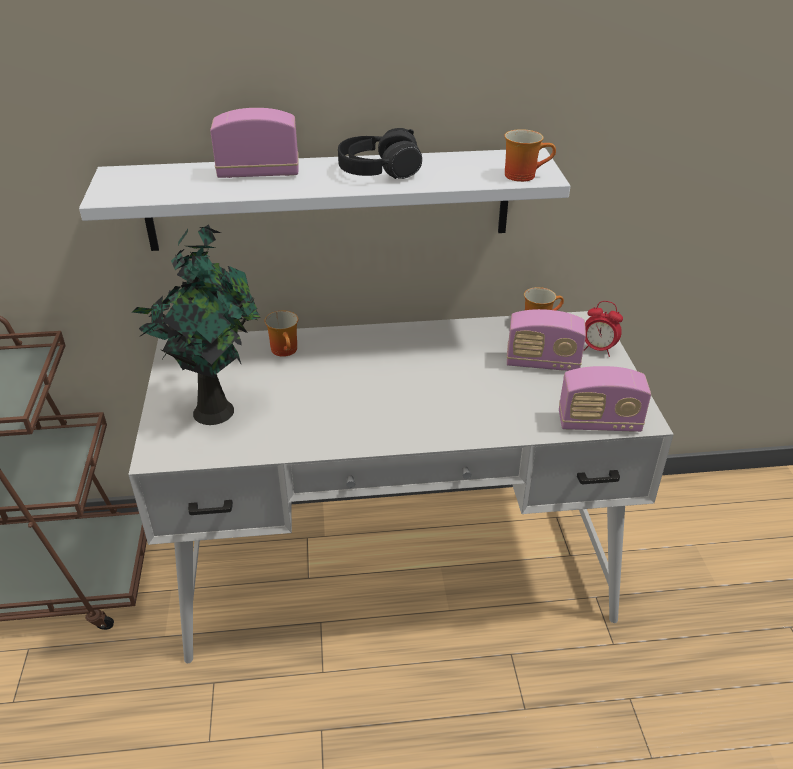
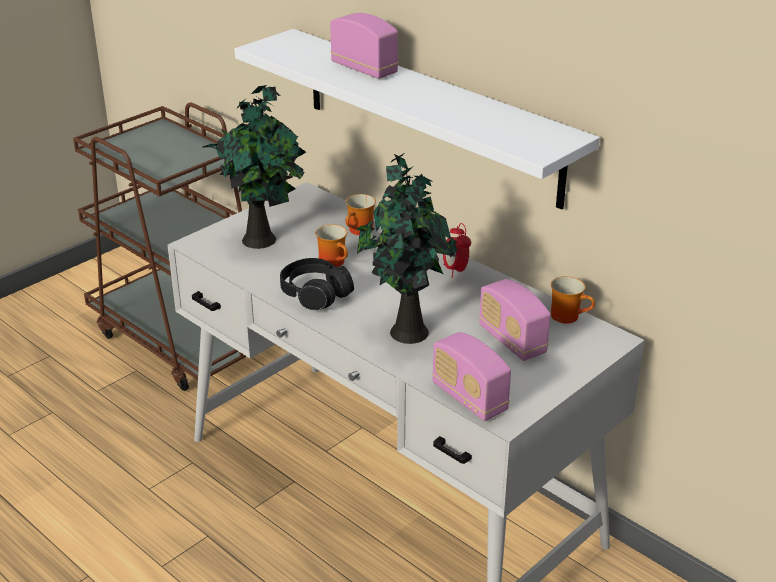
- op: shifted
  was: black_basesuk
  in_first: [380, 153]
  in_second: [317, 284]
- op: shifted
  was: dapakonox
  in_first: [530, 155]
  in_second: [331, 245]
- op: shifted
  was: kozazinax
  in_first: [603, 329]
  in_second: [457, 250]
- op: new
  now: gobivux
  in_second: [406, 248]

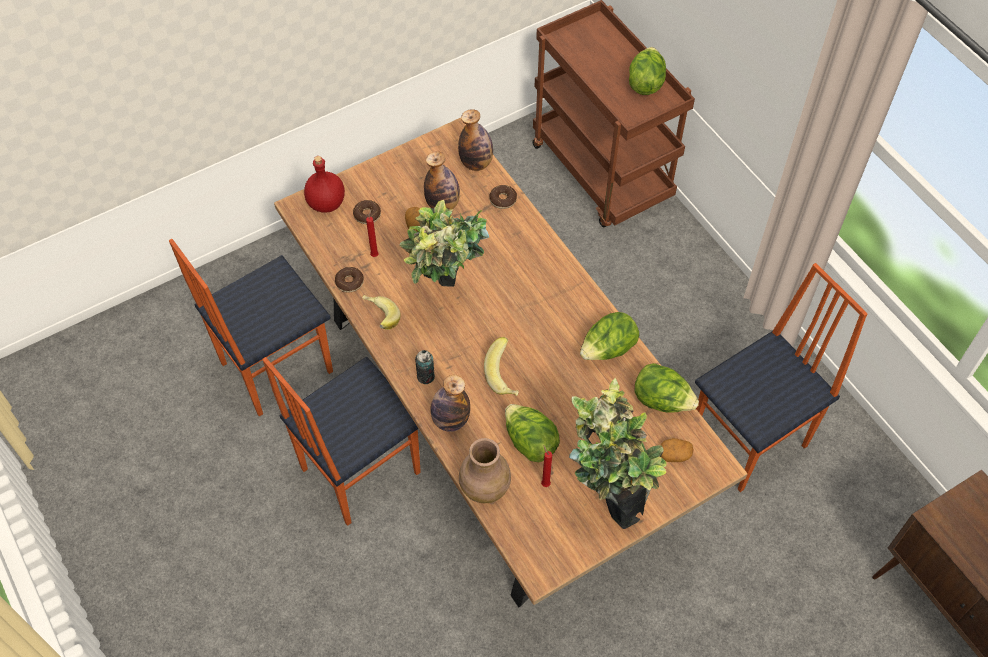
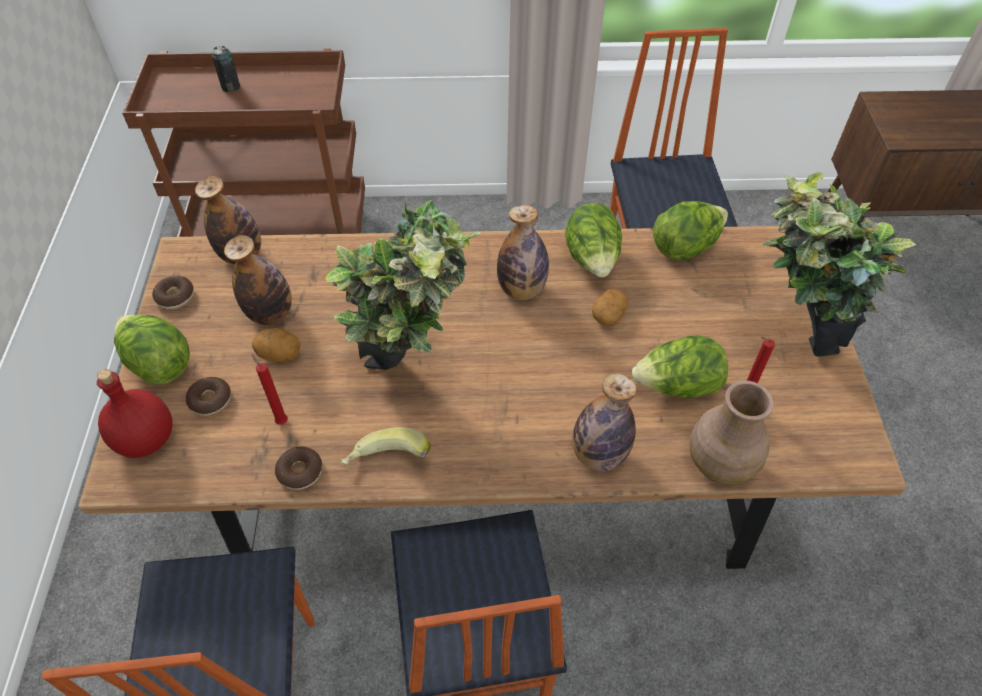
- op: shifted
  was: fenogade
  in_first: [647, 71]
  in_second: [152, 349]
- op: shifted
  was: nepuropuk
  in_first: [503, 197]
  in_second: [173, 293]
- op: gone
  was: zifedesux
  in_first: [501, 366]
- op: shifted
  was: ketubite
  in_first: [425, 367]
  in_second: [226, 69]
- op: shifted
  was: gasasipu
  in_first: [677, 450]
  in_second: [610, 307]
- op: new
  now: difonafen
  in_second: [523, 252]

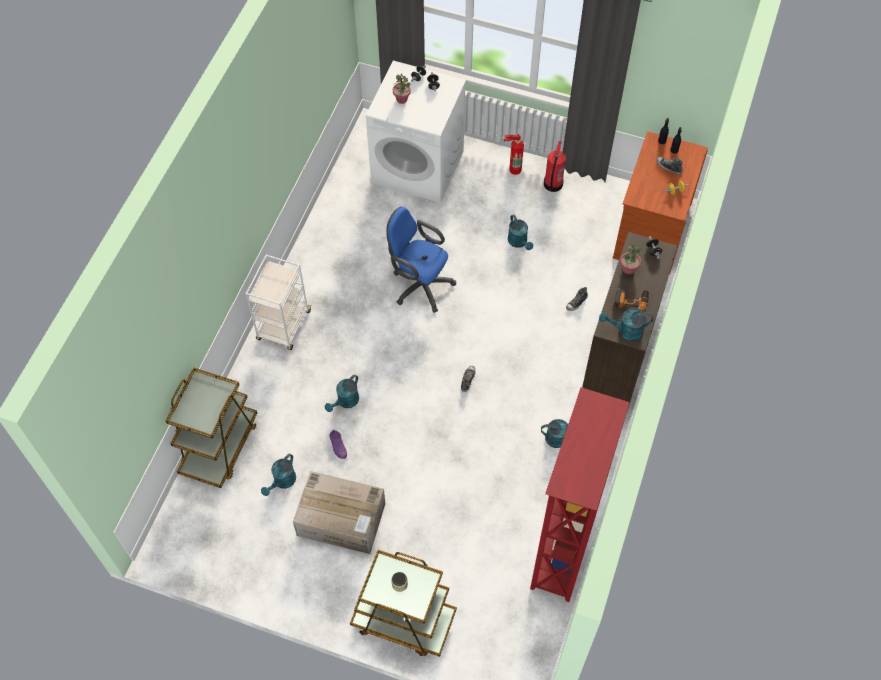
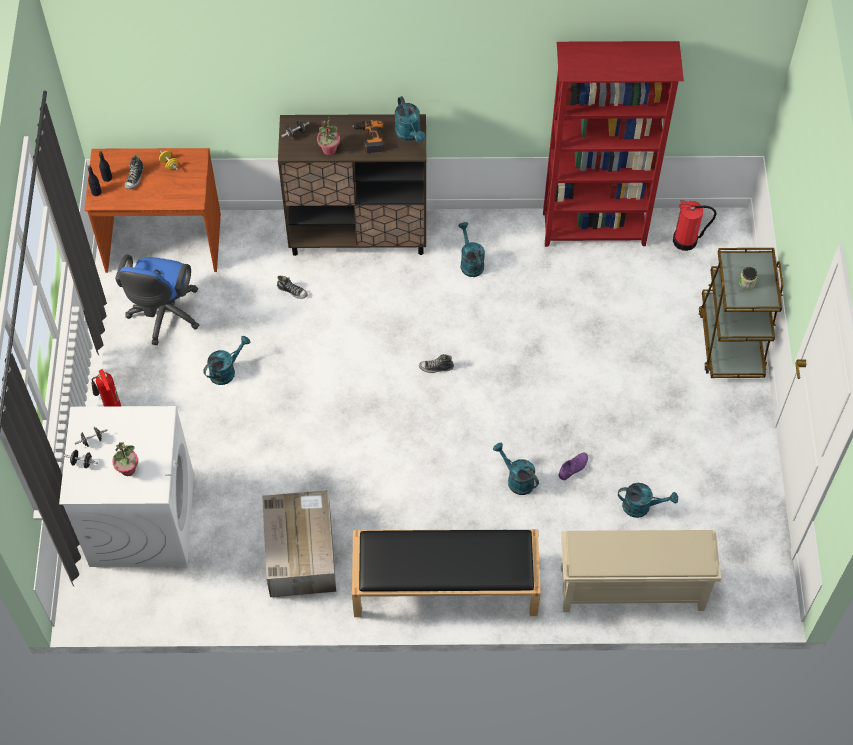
- op: shifted
  was: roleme
  in_first: [555, 166]
  in_second: [694, 225]
- op: shifted
  was: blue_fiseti
  in_first: [421, 260]
  in_second: [157, 300]
- op: swapped
  was: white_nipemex
  now: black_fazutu
  in_first: [278, 302]
  in_second: [446, 573]
- op: swapped
  was: brown_nipemex
  now: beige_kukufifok
  in_first: [211, 427]
  in_second: [641, 571]
- op: rotated
  was: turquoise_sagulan
  in_first: [342, 393]
  in_second: [516, 469]
  clockwise: -150
- op: shifted
  was: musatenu
  in_first: [339, 512]
  in_second: [299, 543]

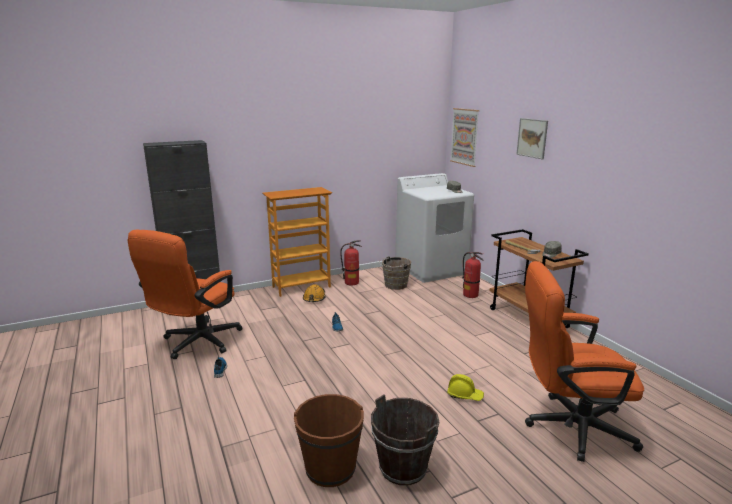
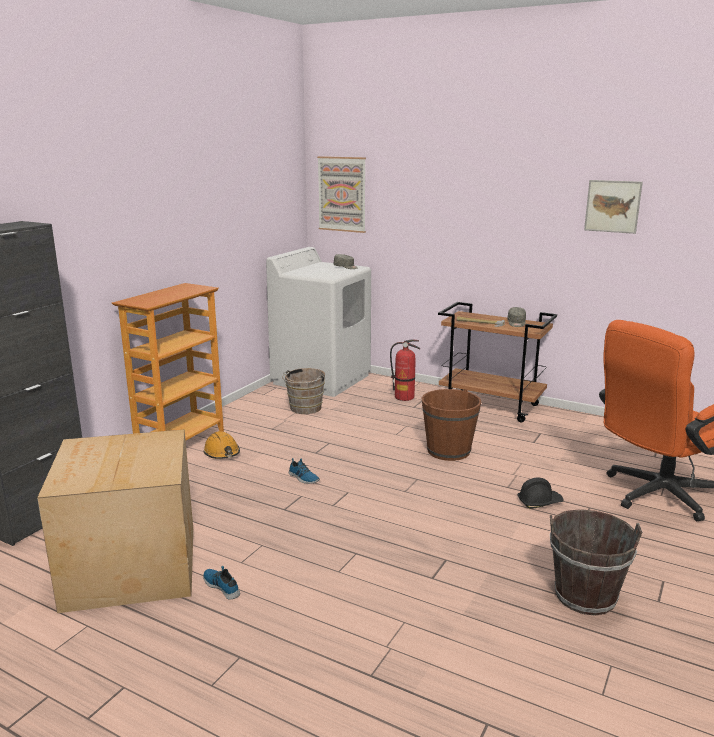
- op: shifted
  was: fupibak
  in_first: [532, 138]
  in_second: [613, 207]
- op: swapped
  was: orange_fiseti
  now: musatenu
  in_first: [185, 294]
  in_second: [115, 521]
- op: gone
  was: roleme
  in_first: [351, 263]
- op: repainted
  was: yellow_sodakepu
  now: black_sodakepu
  in_first: [465, 387]
  in_second: [541, 493]
- op: shifted
  was: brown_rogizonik
  in_first: [329, 440]
  in_second: [451, 425]

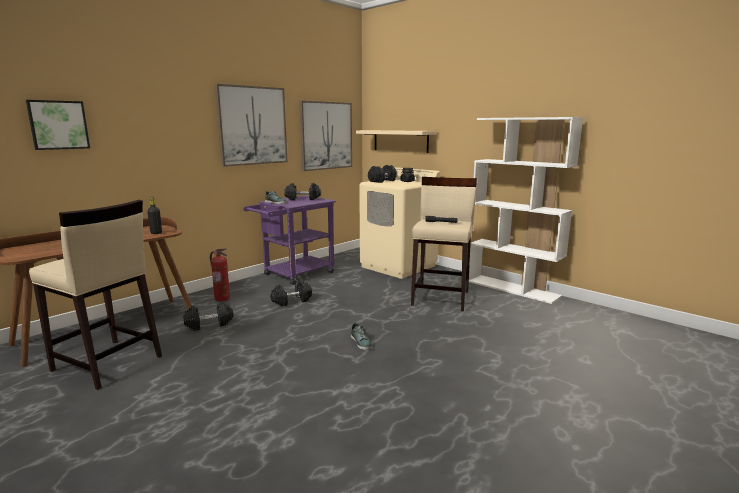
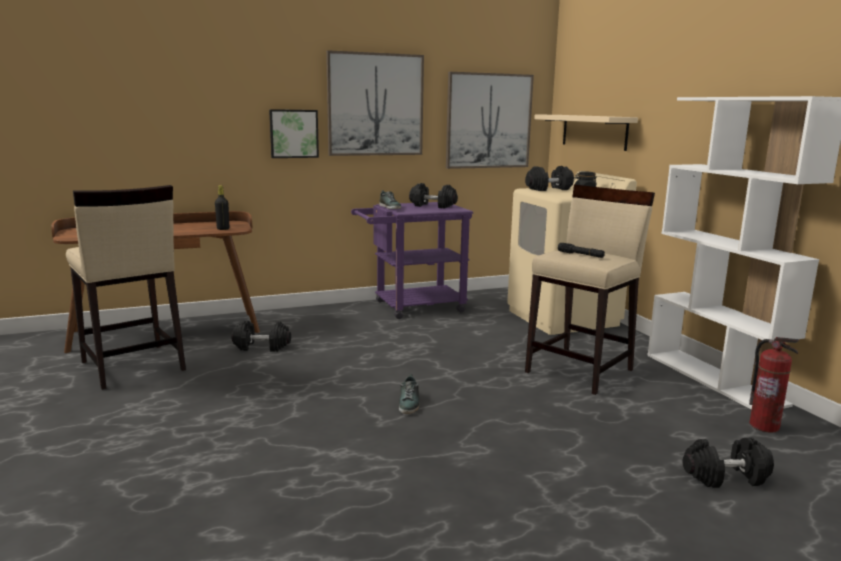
- op: shifted
  was: fupibak
  in_first: [58, 125]
  in_second: [294, 133]
- op: shifted
  was: roleme
  in_first: [220, 275]
  in_second: [774, 385]
- op: shifted
  was: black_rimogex
  in_first: [291, 293]
  in_second: [728, 462]

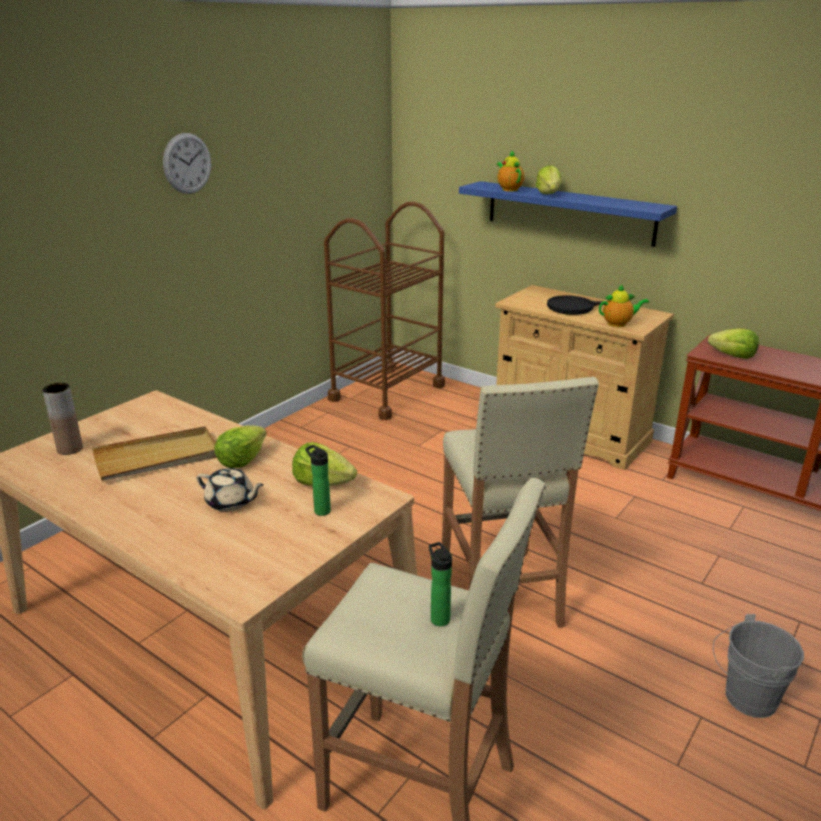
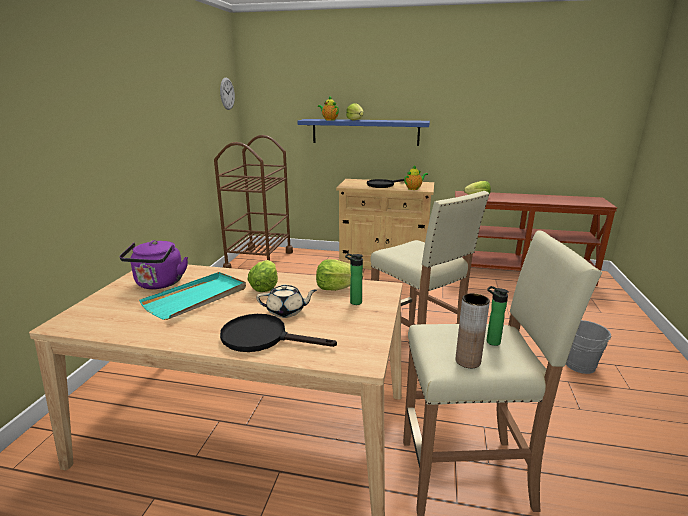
- op: shifted
  was: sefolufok
  in_first: [187, 163]
  in_second: [227, 94]
- op: shifted
  was: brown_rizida
  in_first: [62, 419]
  in_second: [473, 330]
- op: repainted
  was: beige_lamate
  now: turquoise_lamate
  in_first: [154, 453]
  in_second: [192, 296]
- op: new
  now: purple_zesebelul
  in_second: [153, 264]
- op: new
  now: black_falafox
  in_second: [278, 333]

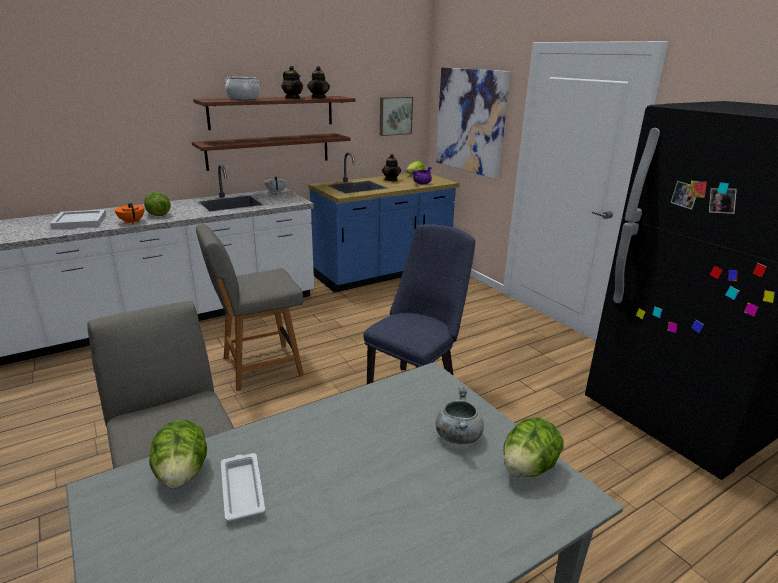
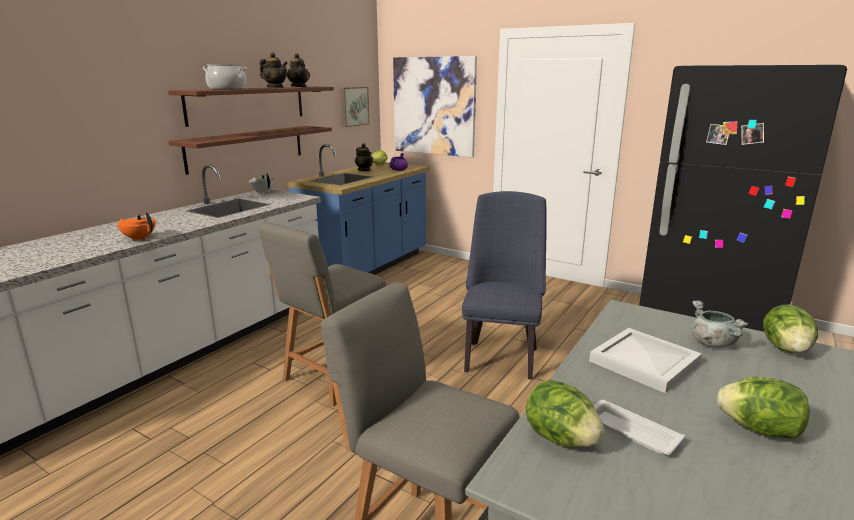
- op: shifted
  was: fenogade
  in_first: [157, 204]
  in_second: [763, 408]
- op: shifted
  was: white_lamate
  in_first: [78, 219]
  in_second: [645, 360]

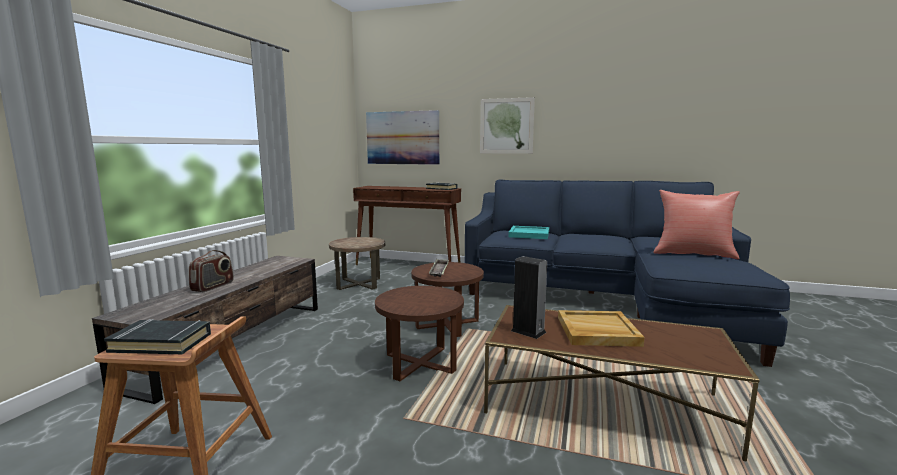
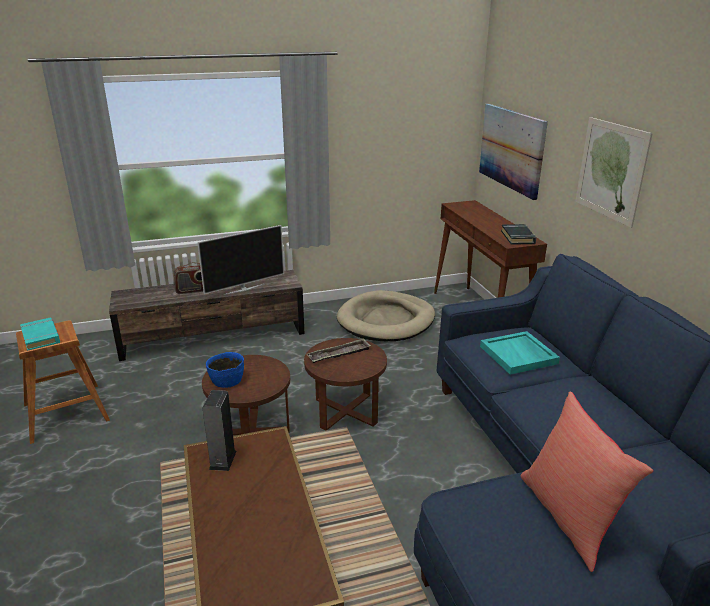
- op: swapped
  was: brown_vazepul
  now: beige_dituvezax
  in_first: [357, 263]
  in_second: [386, 315]
- op: gone
  was: beige_lamate
  in_first: [601, 328]
- op: repainted
  was: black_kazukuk
  now: turquoise_kazukuk
  in_first: [157, 336]
  in_second: [40, 334]
- op: new
  now: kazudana
  in_second: [240, 260]
- op: new
  now: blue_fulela
  in_second: [225, 370]

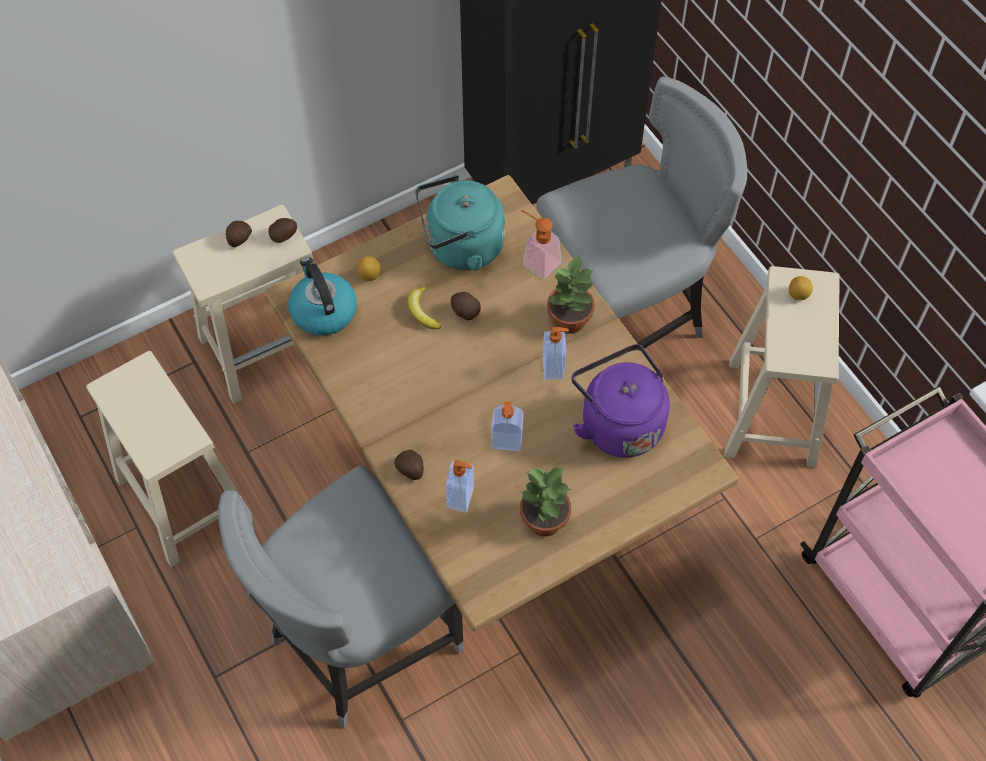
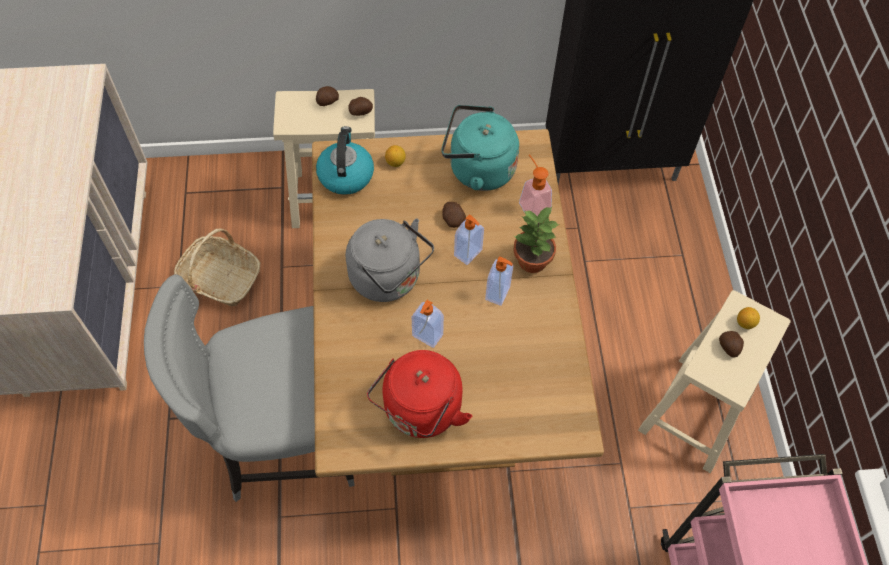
- op: gone
  was: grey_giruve
  in_first: [642, 213]
- op: gone
  was: zifedesux
  in_first: [424, 307]
- op: gone
  was: purple_zesebelul
  in_first: [621, 400]
- op: swapped
  was: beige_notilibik
  now: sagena
  in_first: [170, 459]
  in_second: [217, 267]
- op: shifted
  was: gasasipu
  in_first: [409, 465]
  in_second: [731, 344]
- op: shifted
  was: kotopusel
  in_first: [460, 486]
  in_second: [469, 240]
- op: swapped
  was: gobivux
  now: red_zesebelul
  in_first: [545, 501]
  in_second: [419, 394]
- op: new
  now: grey_zesebelul
  in_second: [390, 260]

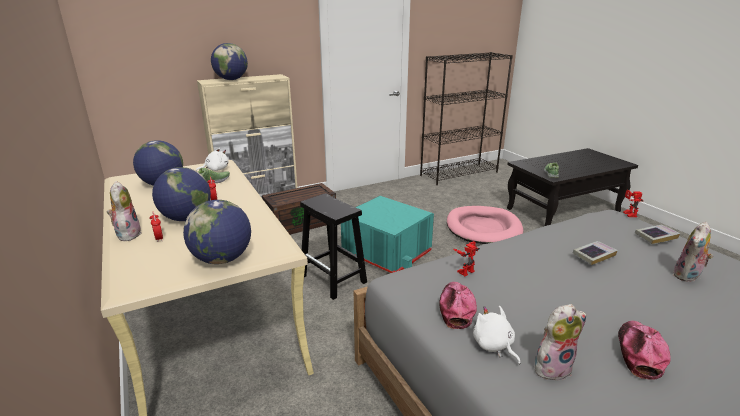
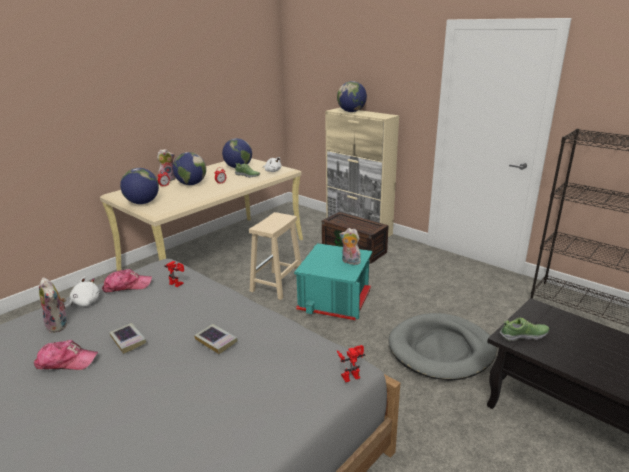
- op: repainted
  was: black_notilibik
  now: beige_notilibik
  in_first: [333, 246]
  in_second: [275, 256]
- op: repainted
  was: pink_dituvezax
  now: grey_dituvezax
  in_first: [485, 225]
  in_second: [443, 347]
- op: shifted
  was: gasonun
  in_first: [693, 252]
  in_second: [350, 246]
- op: shifted
  was: kazukuk
  in_first: [657, 234]
  in_second: [128, 338]

